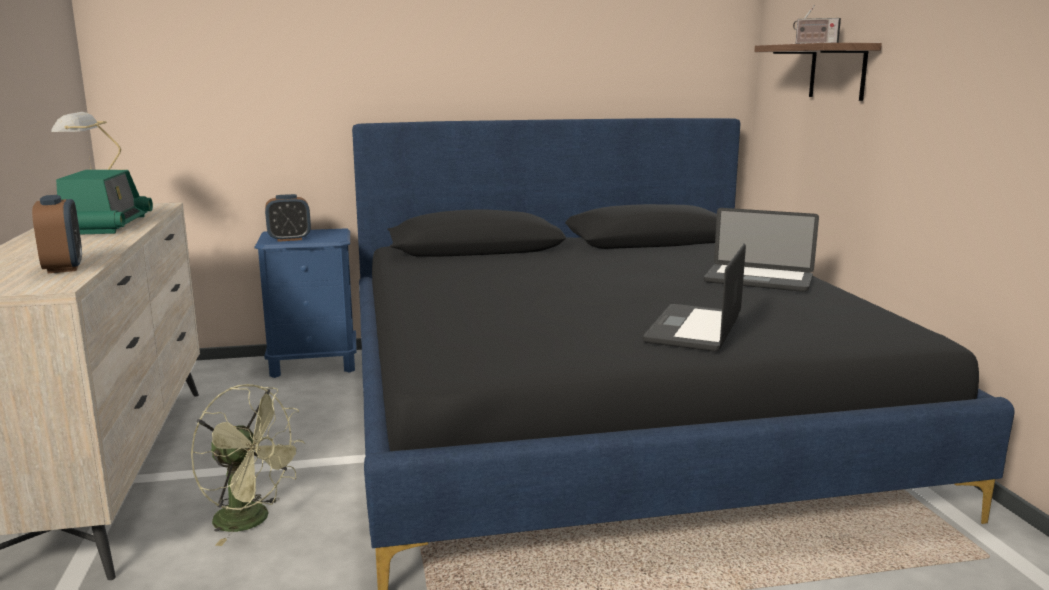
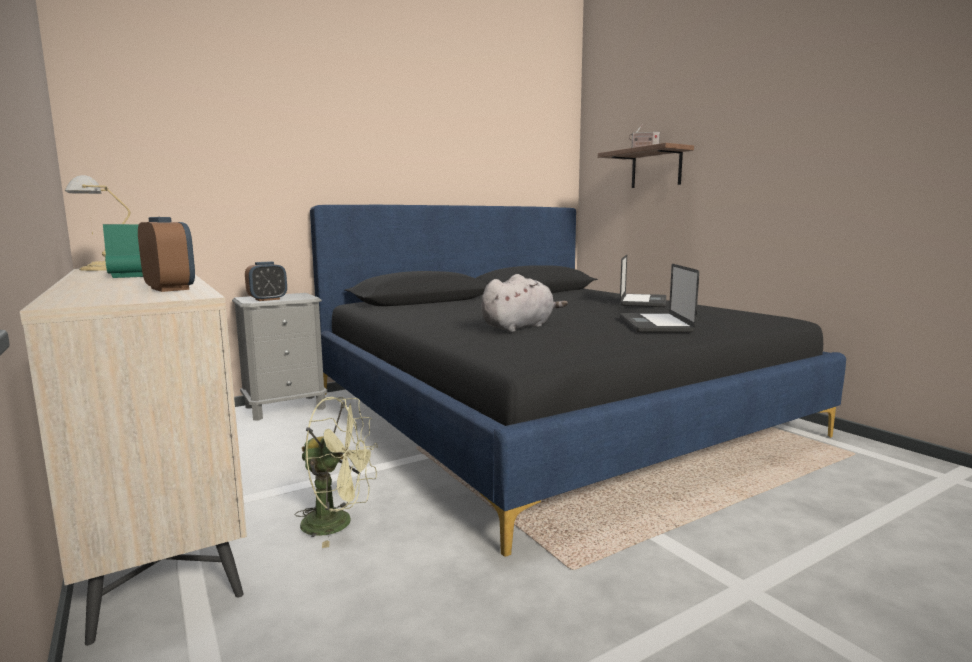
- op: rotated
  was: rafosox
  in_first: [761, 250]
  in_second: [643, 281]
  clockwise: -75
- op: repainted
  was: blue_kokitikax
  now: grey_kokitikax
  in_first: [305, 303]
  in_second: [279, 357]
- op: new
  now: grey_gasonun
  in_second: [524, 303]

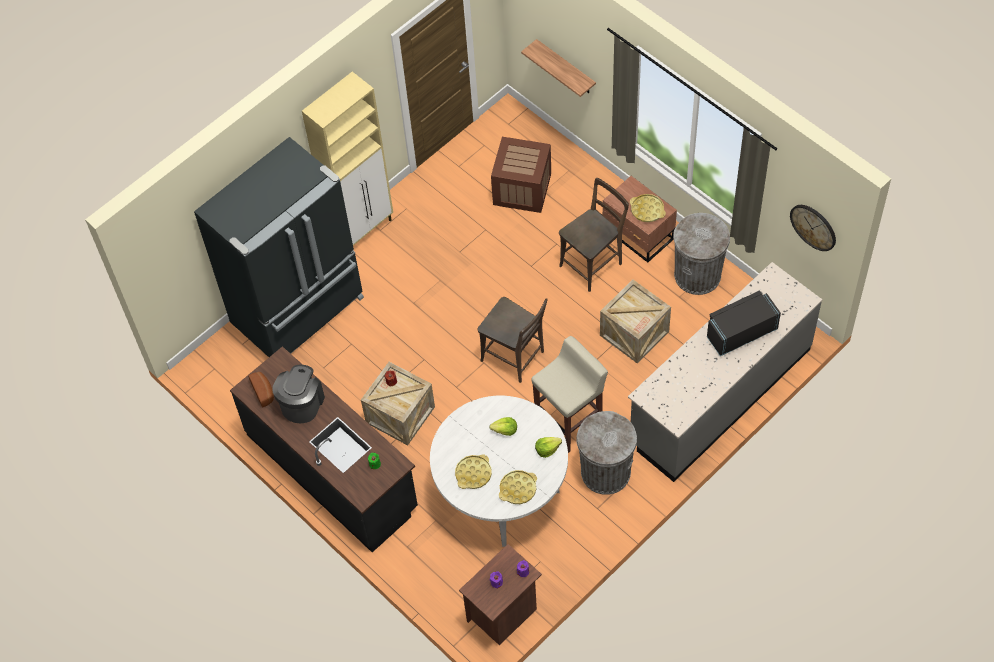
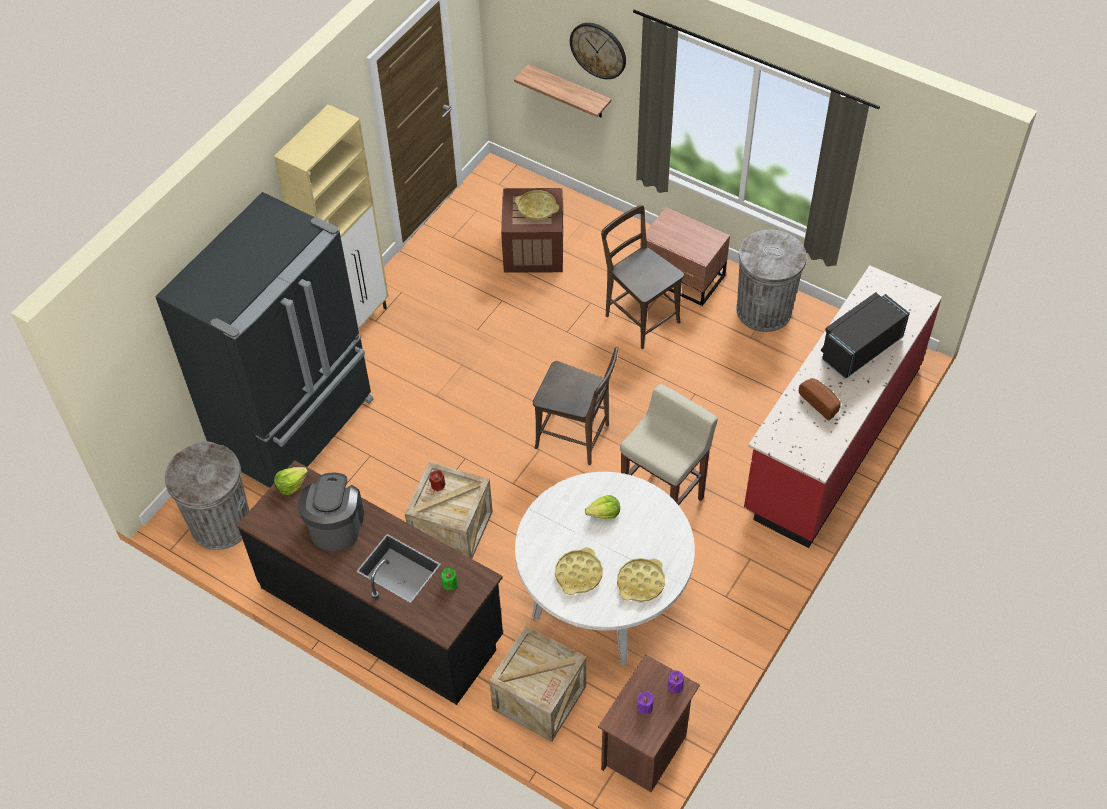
- op: rotated
  was: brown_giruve
  in_first: [594, 235]
  in_second: [642, 277]
  clockwise: -75
- op: shifted
  was: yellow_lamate
  in_first: [648, 208]
  in_second: [537, 205]
- op: shifted
  was: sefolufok
  in_first: [813, 228]
  in_second: [598, 51]
- op: repainted
  was: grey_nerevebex
  now: red_nerevebex
  in_first: [725, 372]
  in_second: [843, 406]
- op: shifted
  was: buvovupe
  in_first: [635, 321]
  in_second: [537, 684]
- op: shifted
  was: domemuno
  in_first: [261, 390]
  in_second: [820, 399]
- op: shifted
  was: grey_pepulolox
  in_first: [606, 453]
  in_second: [207, 495]
- op: shifted
  was: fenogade
  in_first: [548, 447]
  in_second: [291, 481]

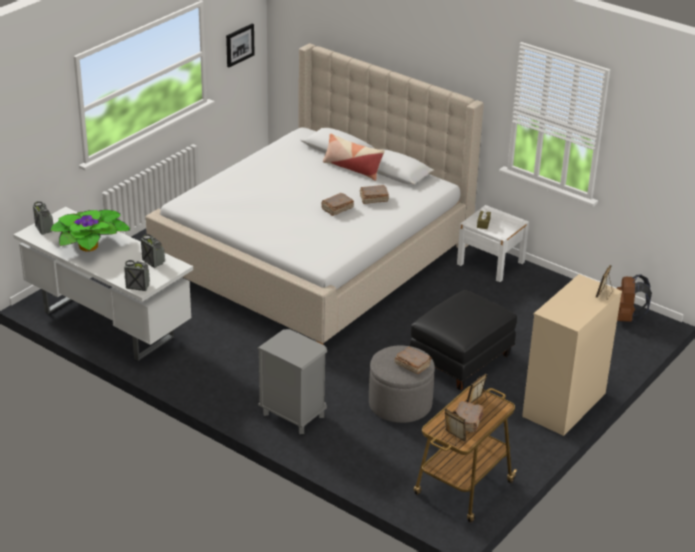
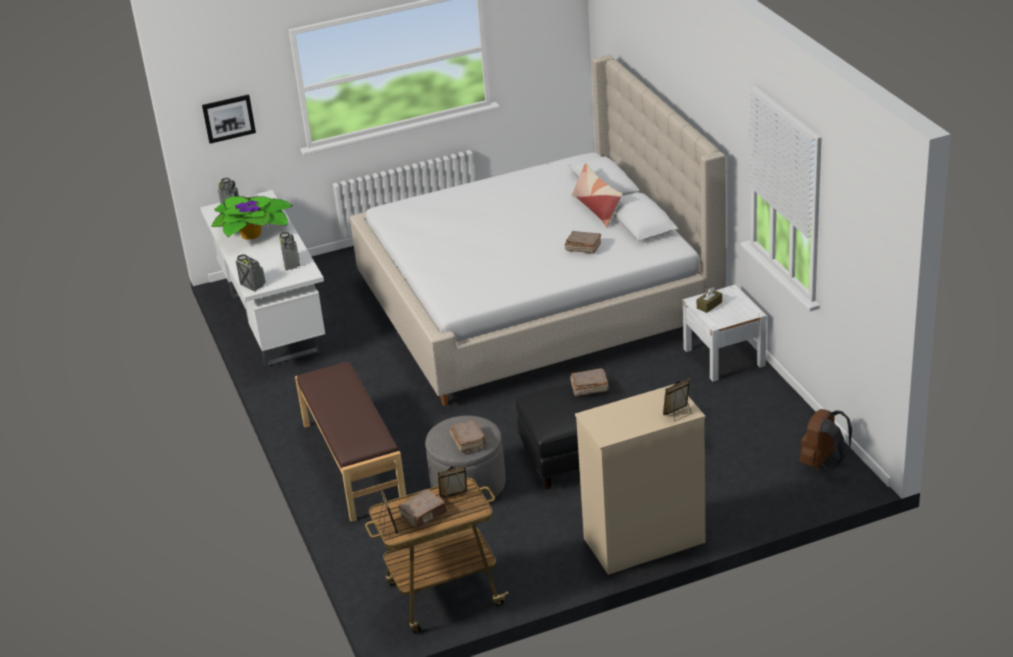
- op: shifted
  was: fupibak
  in_first: [240, 46]
  in_second: [229, 119]
- op: shifted
  was: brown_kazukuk
  in_first: [338, 204]
  in_second: [589, 382]
- op: swapped
  was: grey_kokitikax
  now: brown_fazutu
  in_first: [292, 381]
  in_second: [350, 441]

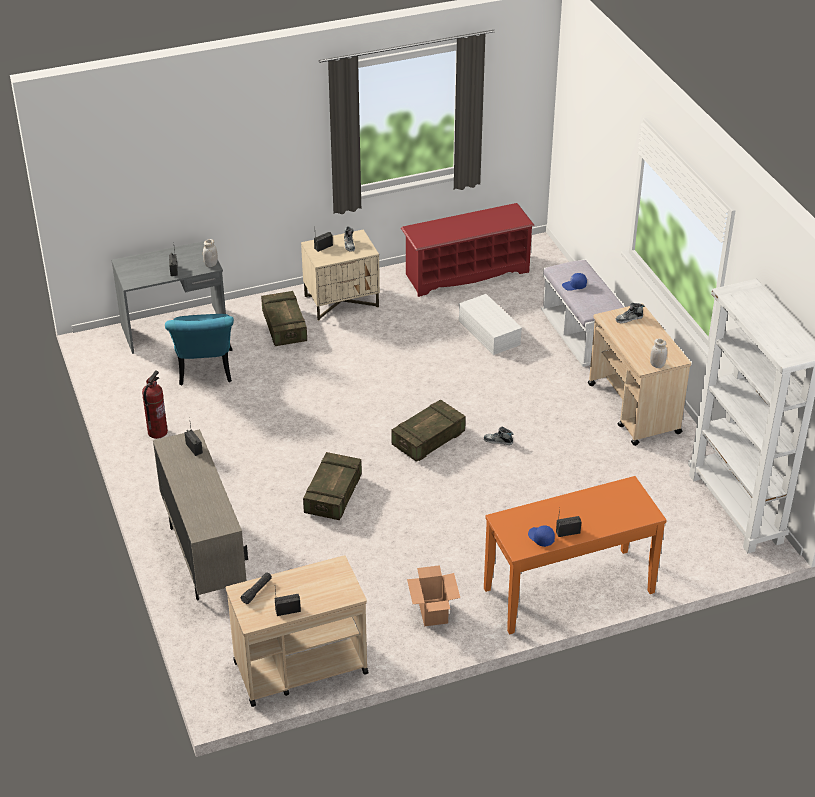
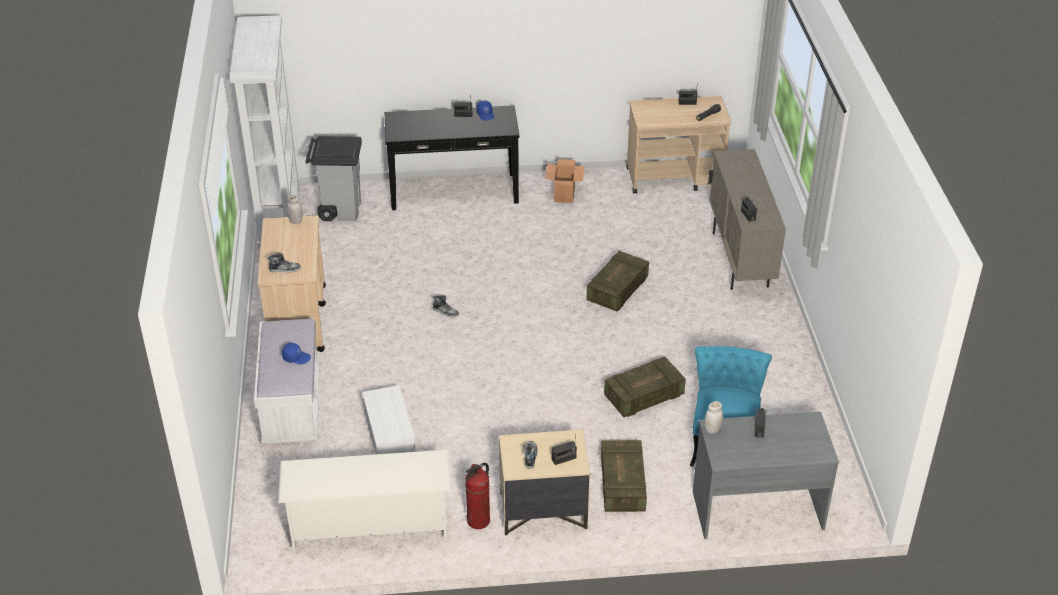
- op: repainted
  was: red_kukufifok
  now: white_kukufifok
  in_first: [468, 250]
  in_second: [364, 501]
- op: shifted
  was: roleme
  in_first: [155, 405]
  in_second: [477, 496]
- op: shifted
  was: buvovupe
  in_first: [428, 430]
  in_second: [645, 387]
- op: repainted
  was: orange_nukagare
  now: black_nukagare
  in_first: [575, 555]
  in_second: [452, 157]
- op: new
  now: grey_pepulolox
  in_second: [334, 178]

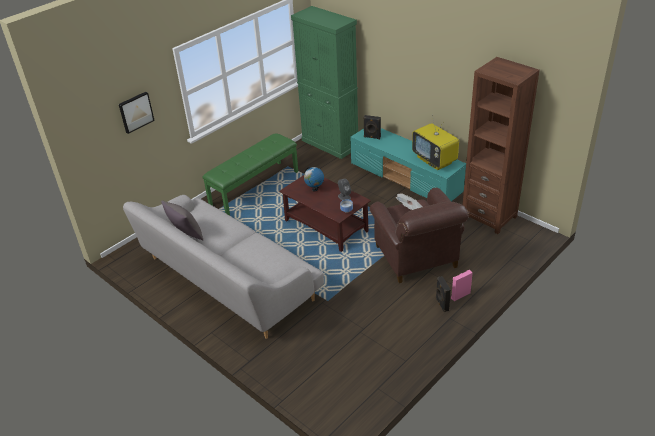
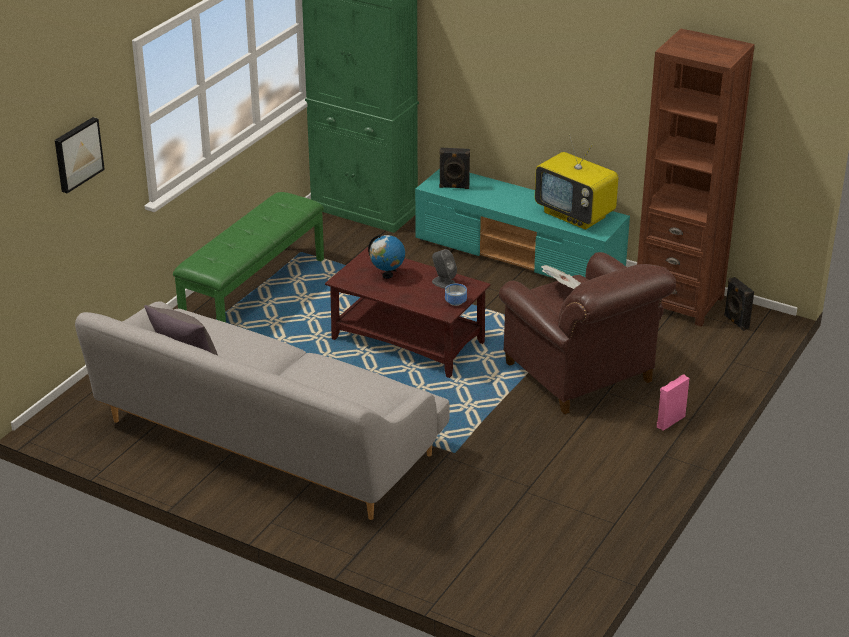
- op: shifted
  was: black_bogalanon
  in_first: [443, 294]
  in_second: [739, 304]

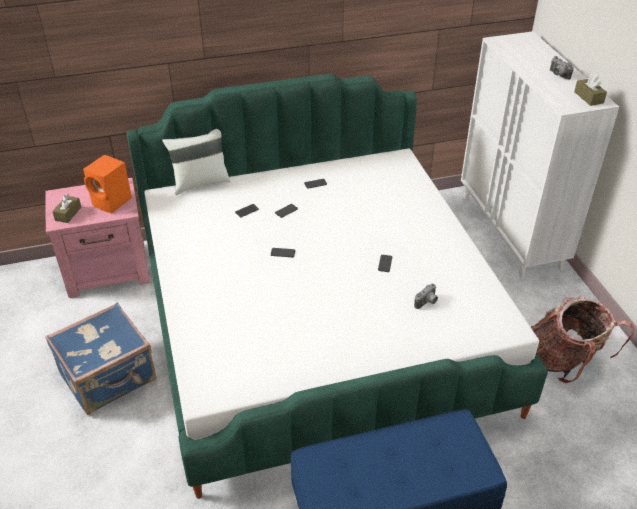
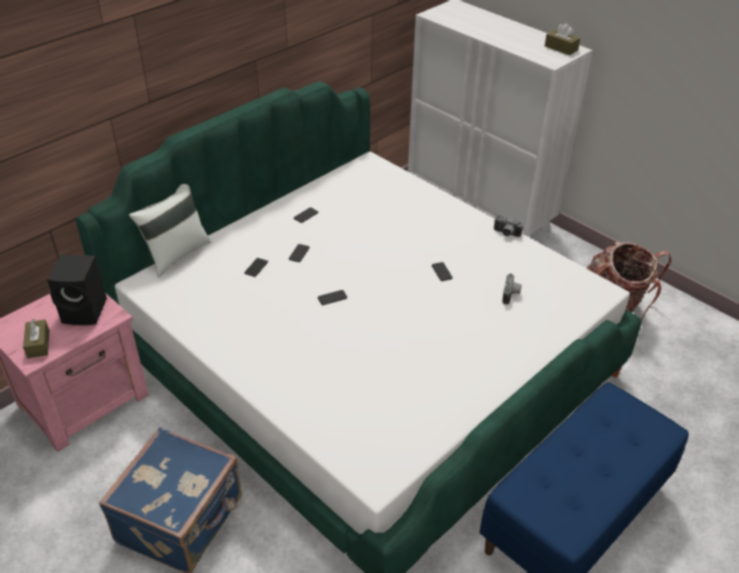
- op: shifted
  was: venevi
  in_first: [562, 68]
  in_second: [508, 226]
- op: repainted
  was: orange_bogalanon
  now: black_bogalanon
  in_first: [107, 184]
  in_second: [77, 290]

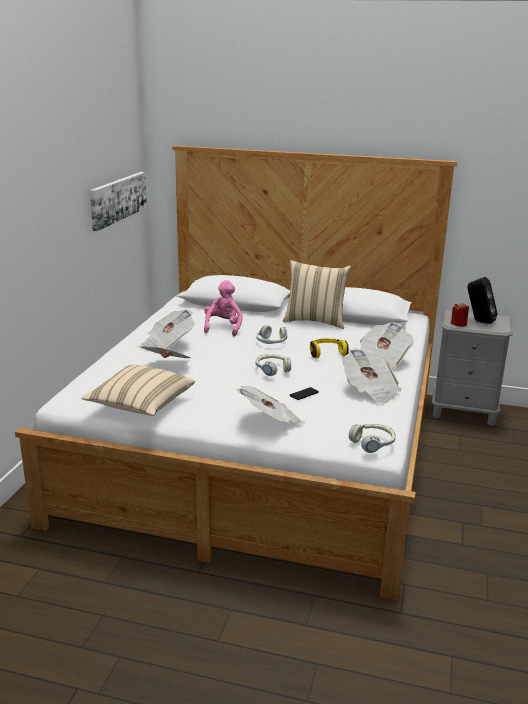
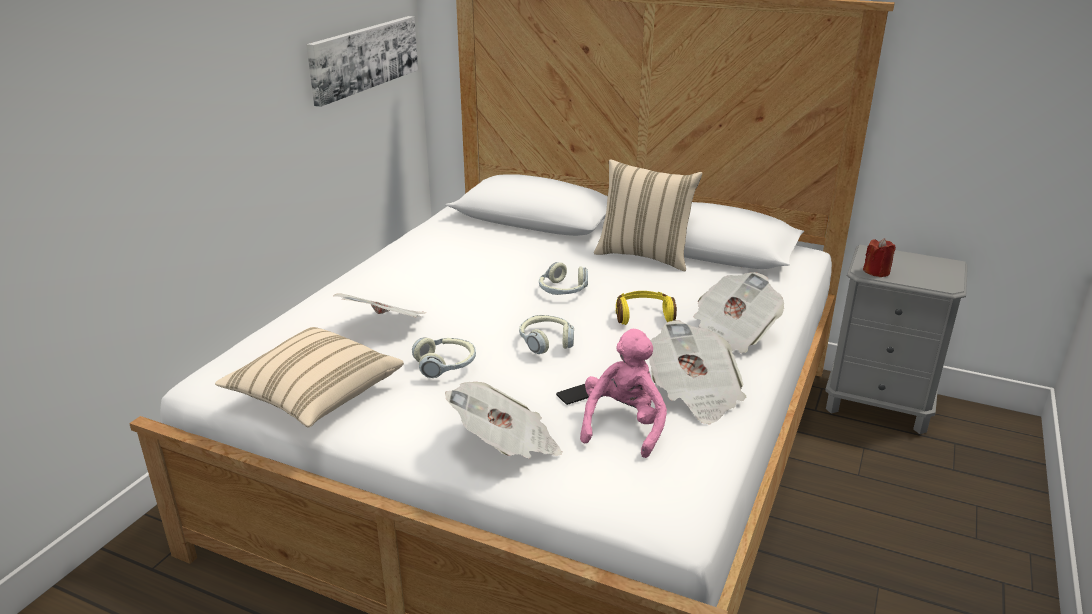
- op: gone
  was: black_bogalanon
  in_first: [482, 300]
- op: shifted
  was: pink_gasonun
  in_first: [223, 308]
  in_second: [623, 393]
- op: gone
  was: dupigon
  in_first: [167, 330]
- op: shifted
  was: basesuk
  in_first: [372, 438]
  in_second: [444, 357]

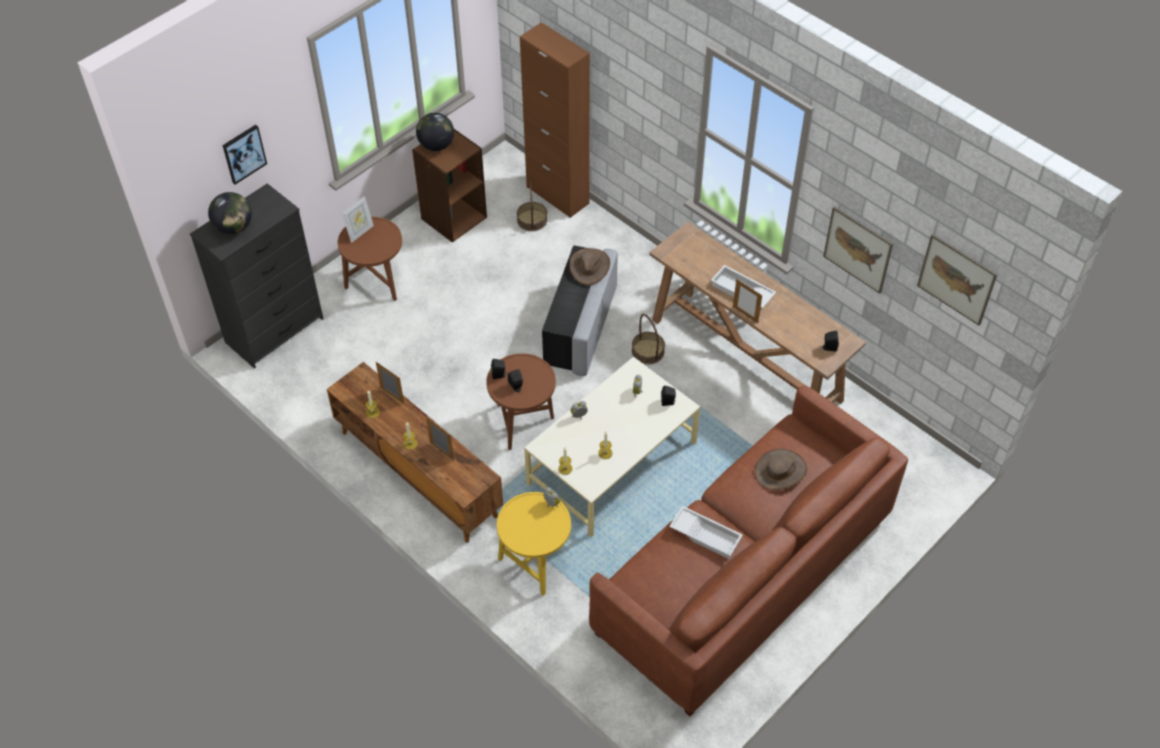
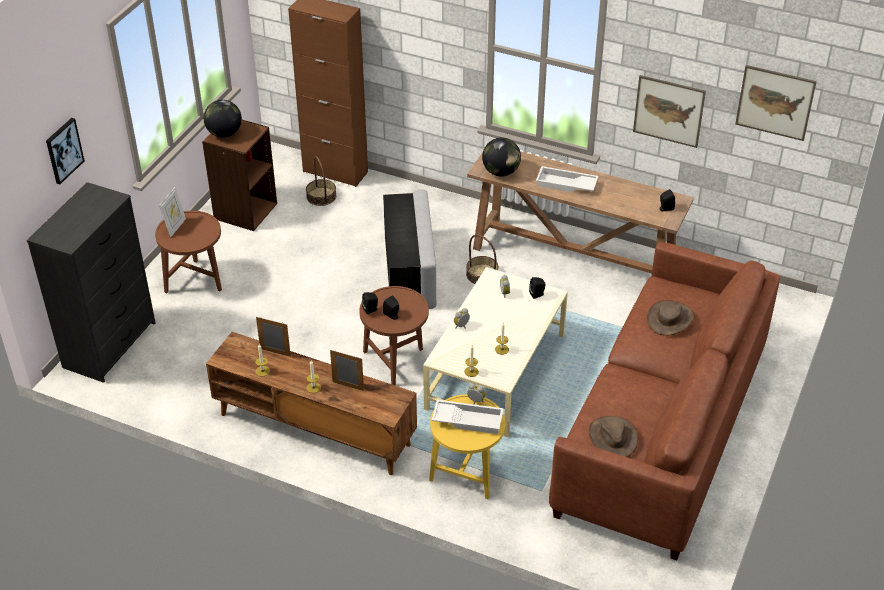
- op: shifted
  was: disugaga
  in_first: [230, 213]
  in_second: [501, 157]
- op: shifted
  was: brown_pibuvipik
  in_first: [589, 266]
  in_second: [613, 437]
- op: gone
  was: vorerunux
  in_first: [747, 301]
- op: shifted
  was: white_lamate
  in_first: [706, 532]
  in_second: [468, 417]

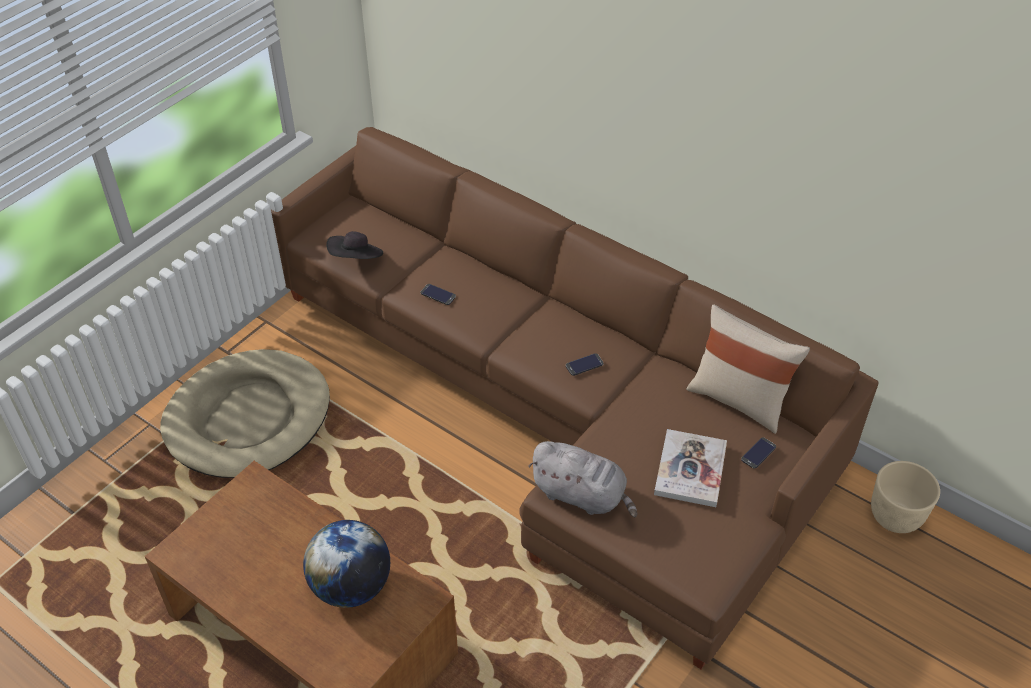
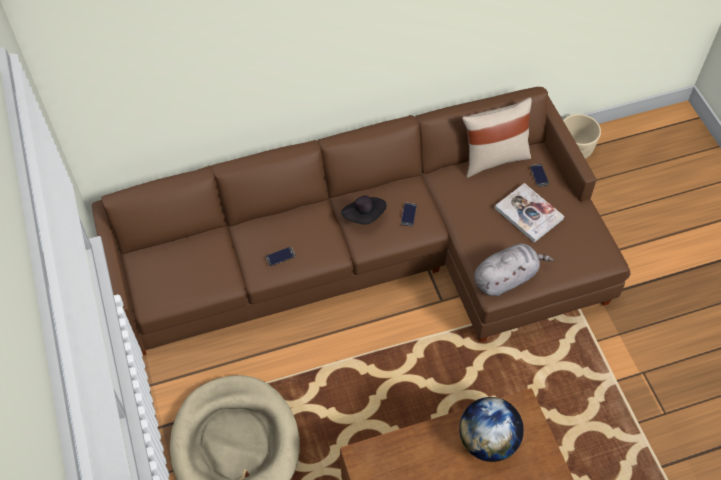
- op: shifted
  was: black_pibuvipik
  in_first: [354, 245]
  in_second: [363, 210]

